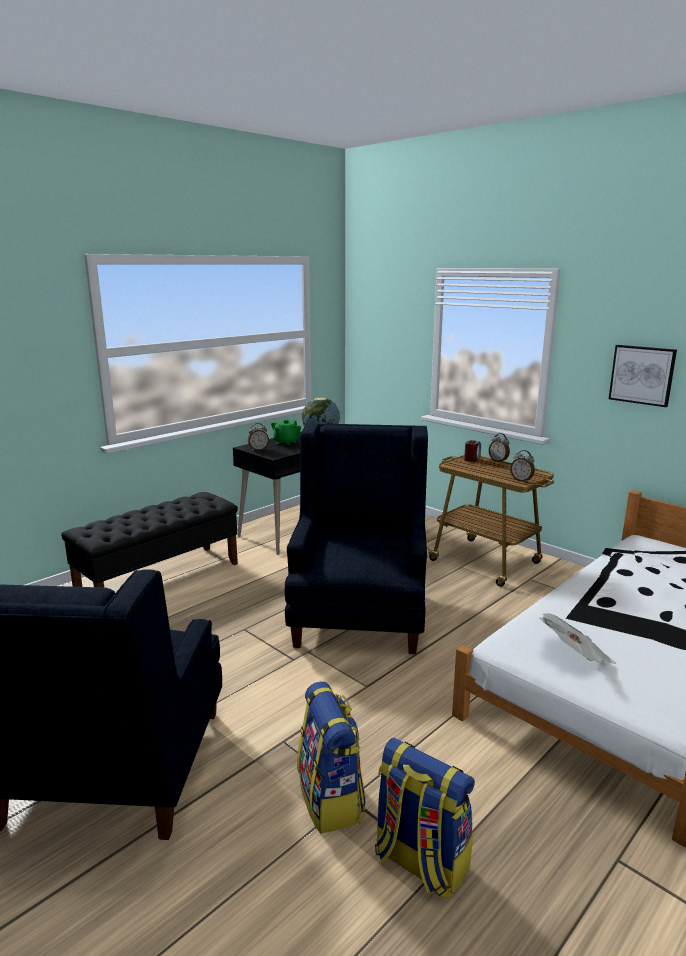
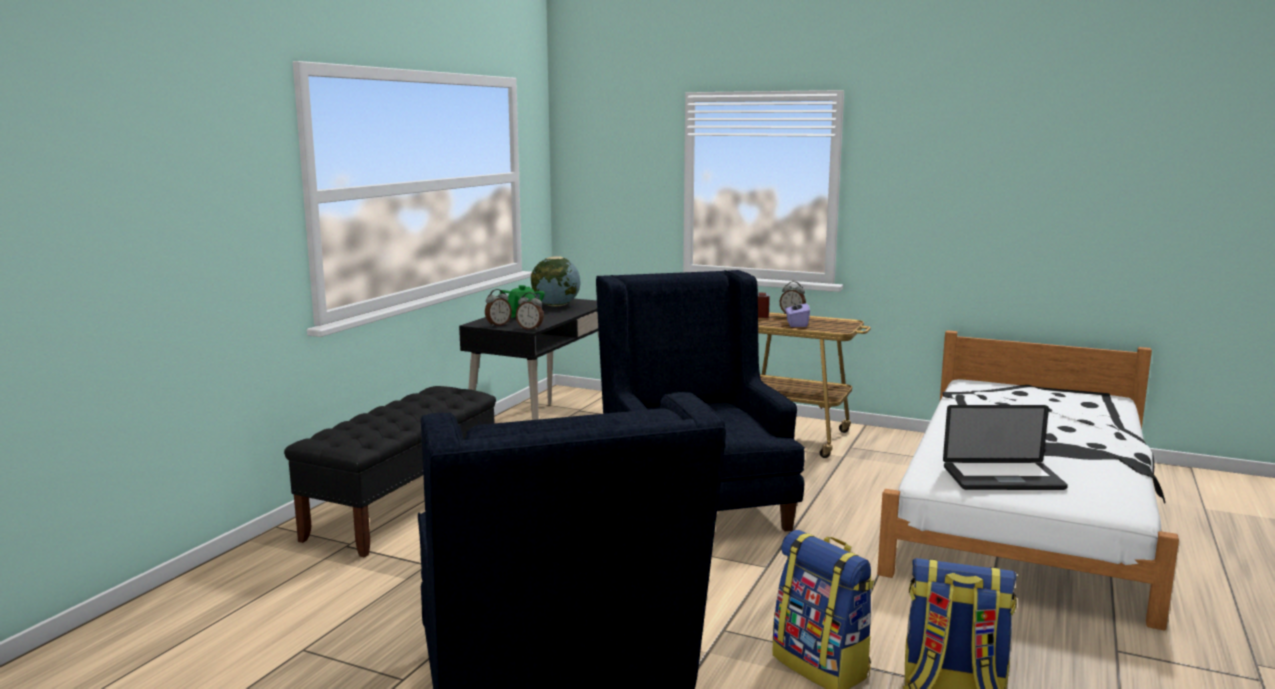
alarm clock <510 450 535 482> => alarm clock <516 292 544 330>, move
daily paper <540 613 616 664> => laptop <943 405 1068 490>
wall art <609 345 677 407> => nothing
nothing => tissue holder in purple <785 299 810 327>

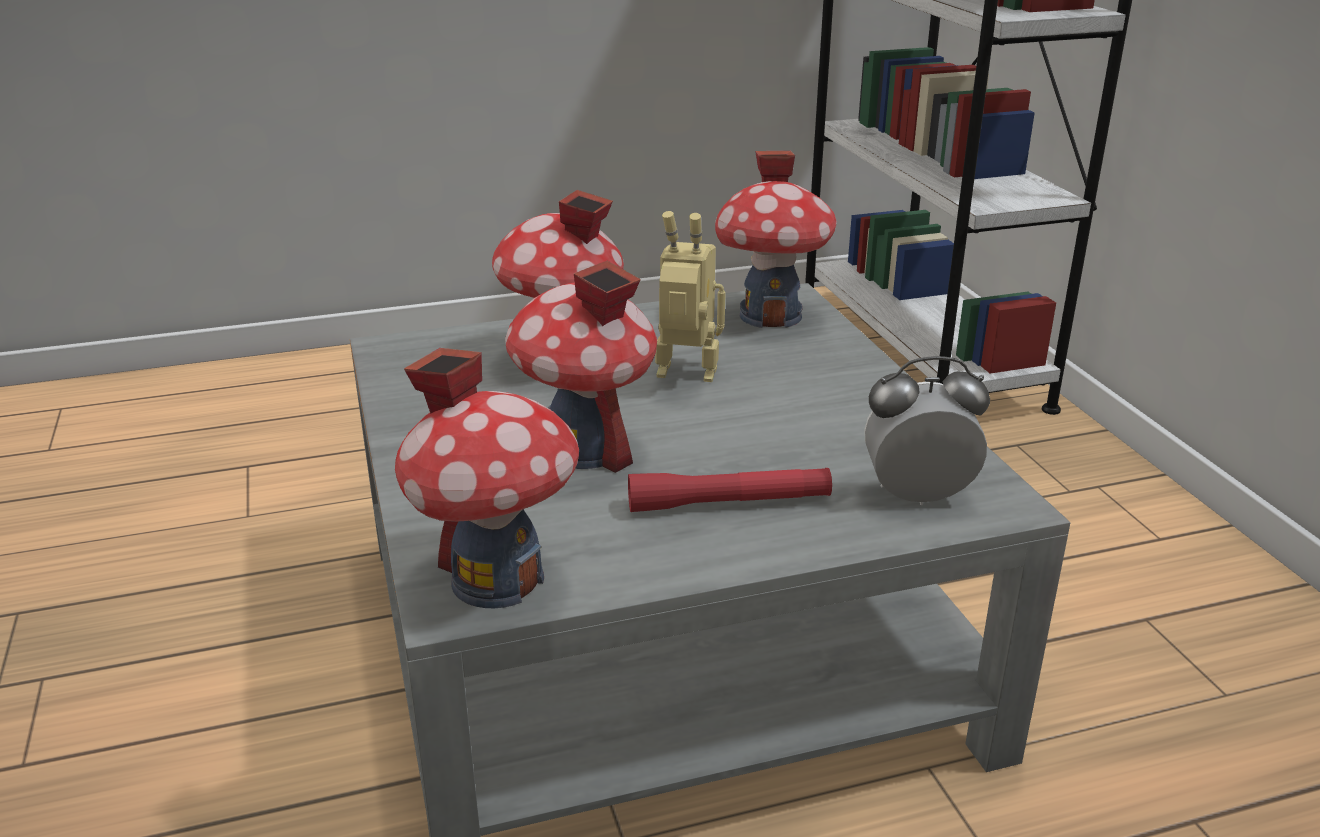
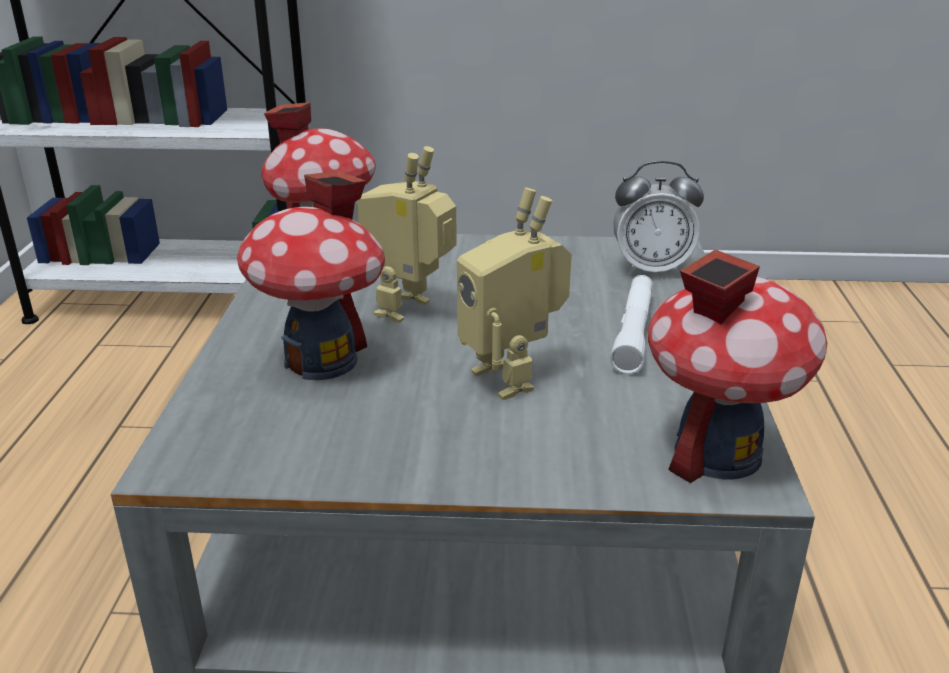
toy house <505 261 657 473> => toy robot <457 188 572 400>
flashlight in red-coloured <628 468 832 512> => flashlight in white-coloured <610 275 653 374>
alarm clock <864 356 990 505> => alarm clock <613 161 704 276>, 105 degrees counterclockwise

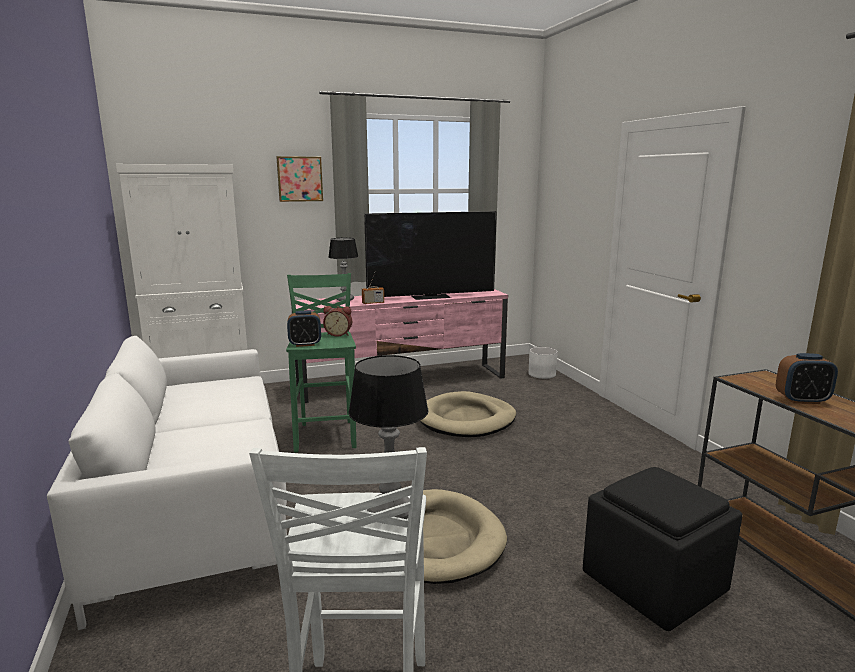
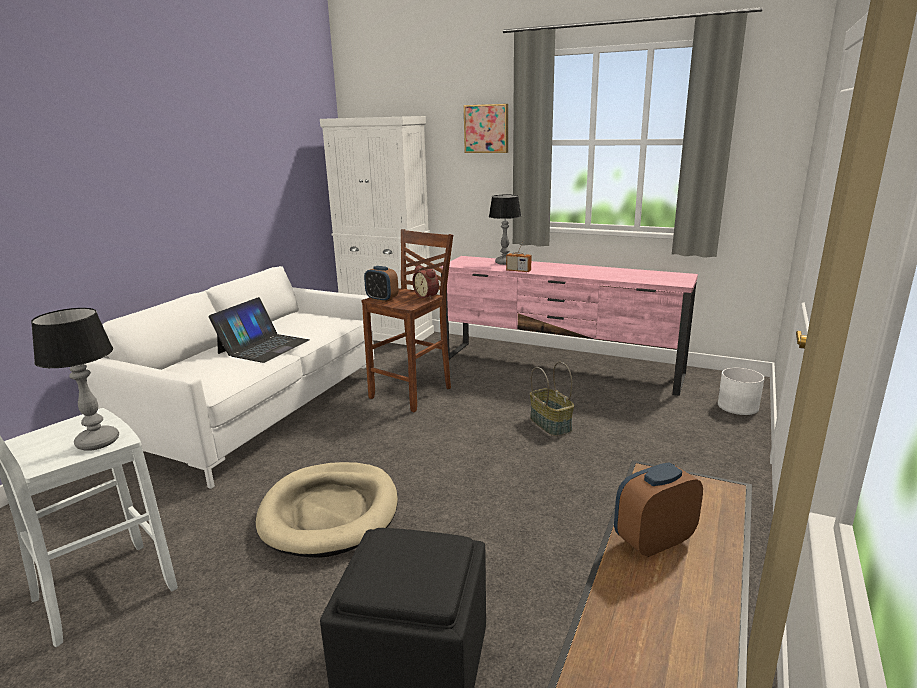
stool seat in greenish <286 273 356 453> => stool seat in brownish <362 229 453 412>
television <364 211 497 300> => nothing
dog bed in beige <420 391 516 437> => storage basket <530 362 574 436>
alarm clock <776 353 838 404> => alarm clock <614 463 703 558>, 105 degrees clockwise
nothing => laptop <208 297 310 363>

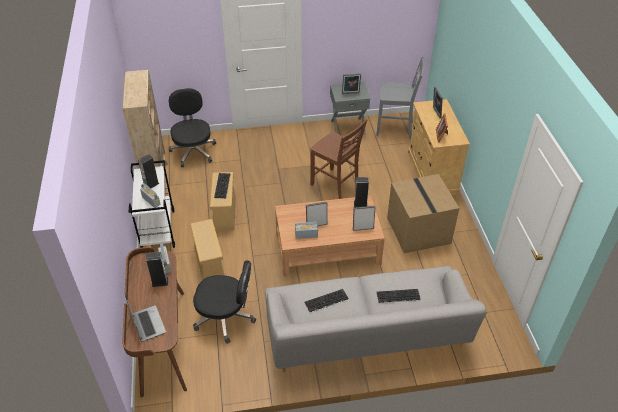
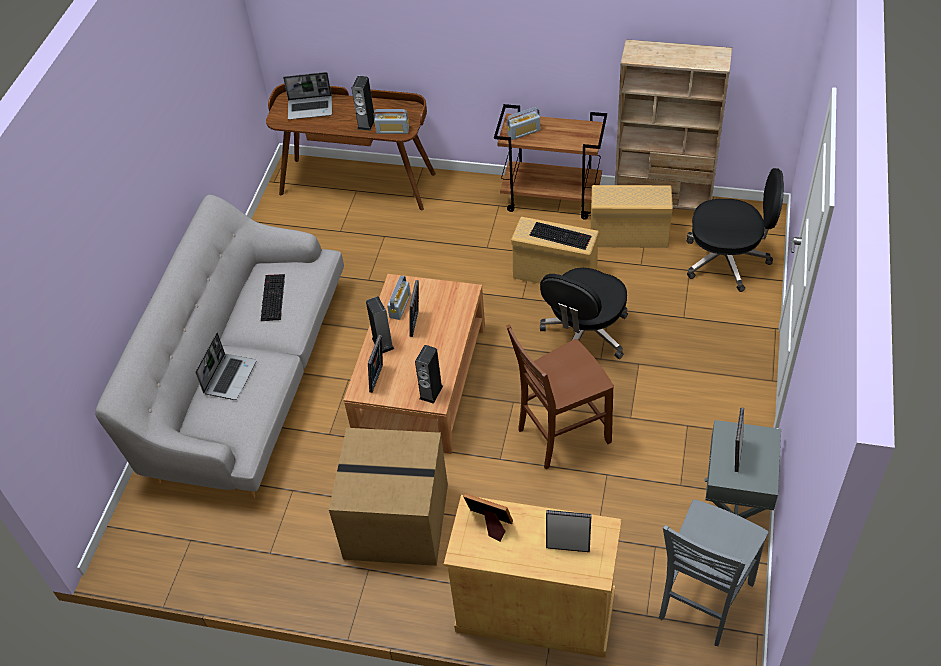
wheeled cart in white-coloured <129 160 175 248> => wheeled cart in brownish <494 104 607 220>
loudspeaker <138 154 160 188> => loudspeaker <366 296 394 353>, move
storage bin in beige <190 219 225 280> => storage bin in beige <591 185 673 248>, move
computer chair in blackish <193 260 256 344> => computer chair in blackish <540 268 628 359>, move
PC keyboard <377 289 421 303> => laptop <195 333 256 400>

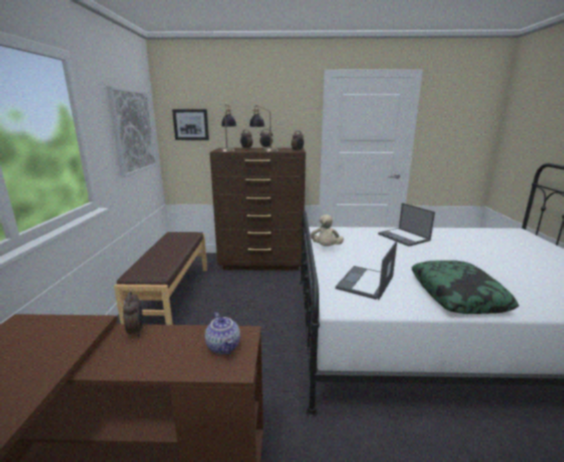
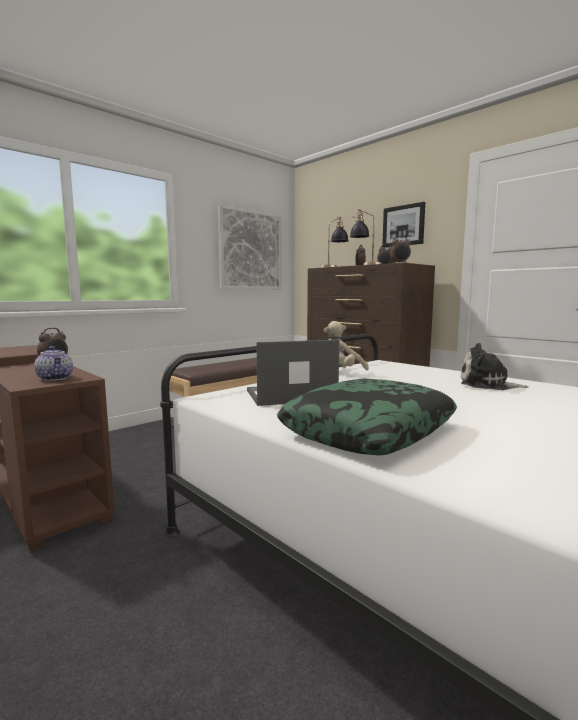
wall art <172 109 209 140> => wall art <382 202 425 248>, move
teapot <205 312 240 354> => teapot <34 346 73 381>, 60 degrees counterclockwise
laptop <378 203 435 246> => plush toy <461 343 529 390>

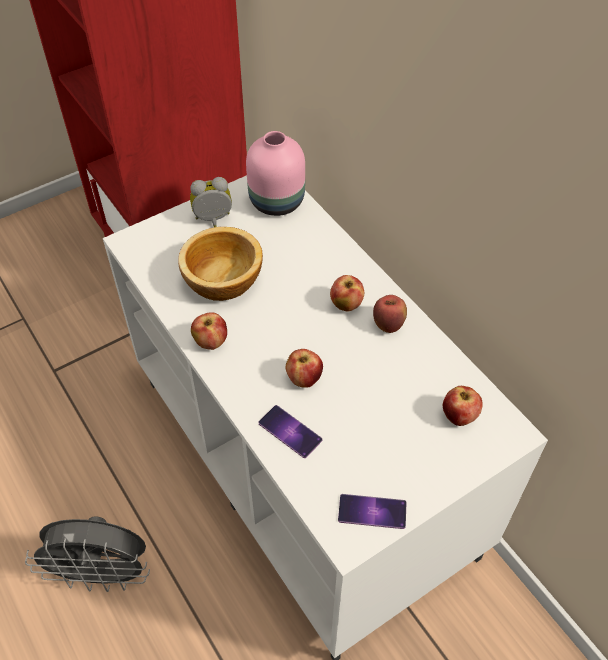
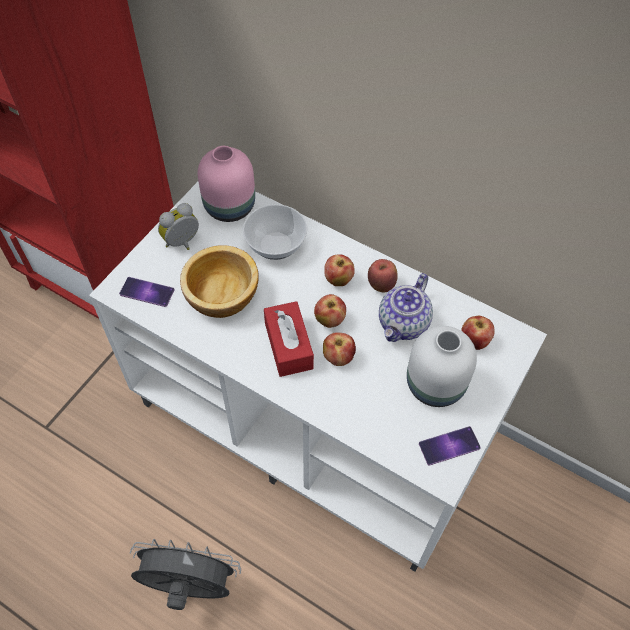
cooling fan in greyish <25 516 150 592> => cooling fan in greyish <130 539 241 610>, 150 degrees counterclockwise
whole apple <191 312 227 350> => whole apple <314 294 346 328>, move
telephone <259 405 323 458> => telephone <119 277 175 307>, move
nothing => deep dish <243 204 307 260>
nothing => tissue holder in red-coloured <264 301 314 377>
nothing => teapot <379 273 433 342>
nothing => flower vase in white-coloured <407 326 477 407>

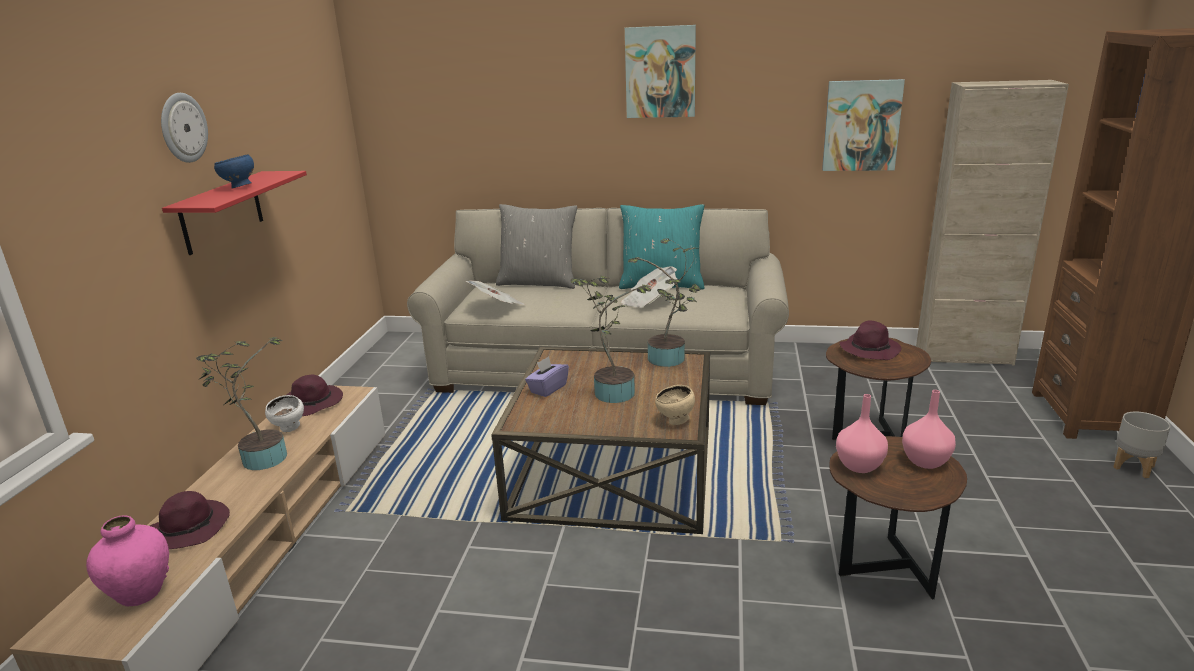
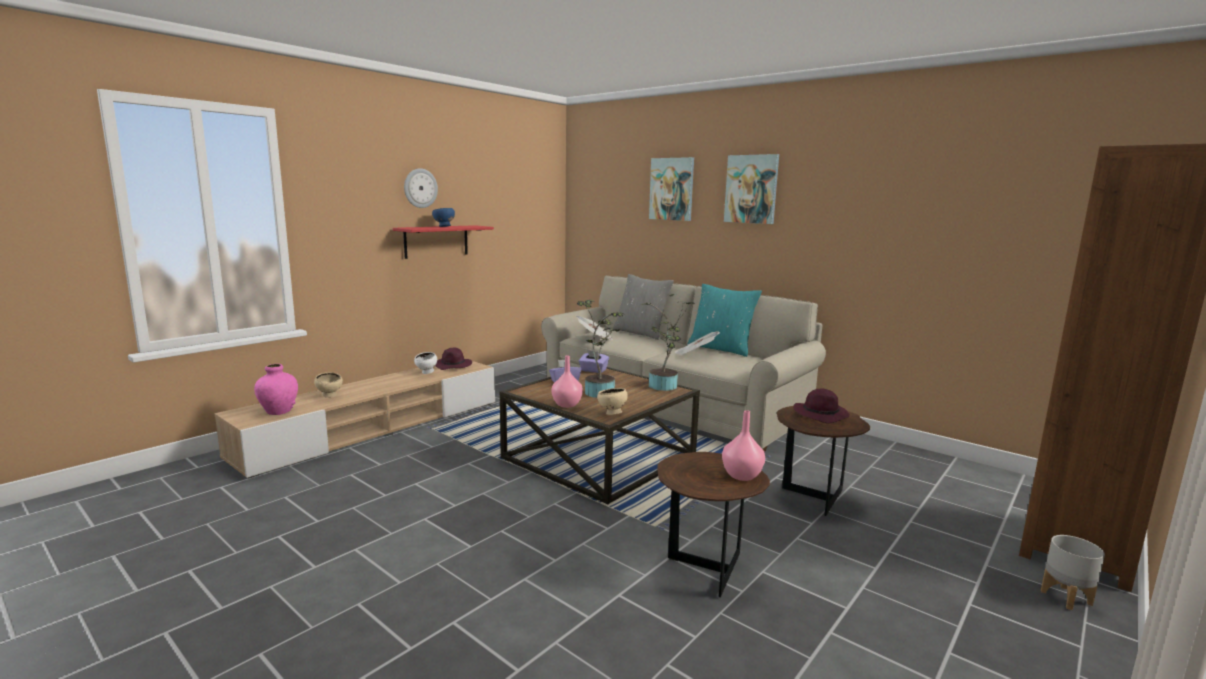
hat in purple <150 491 230 549> => deep dish in beige <314 372 343 398>
houseplant <196 337 287 470> => nothing
wall art <822 79 905 171> => wall art <649 157 694 221>, move
flower vase in pinkish <836 394 888 473> => flower vase in pinkish <552 356 583 408>, move
storage cabinet in beige <916 80 1069 366> => nothing
nothing => tissue holder in purple <579 350 609 373>

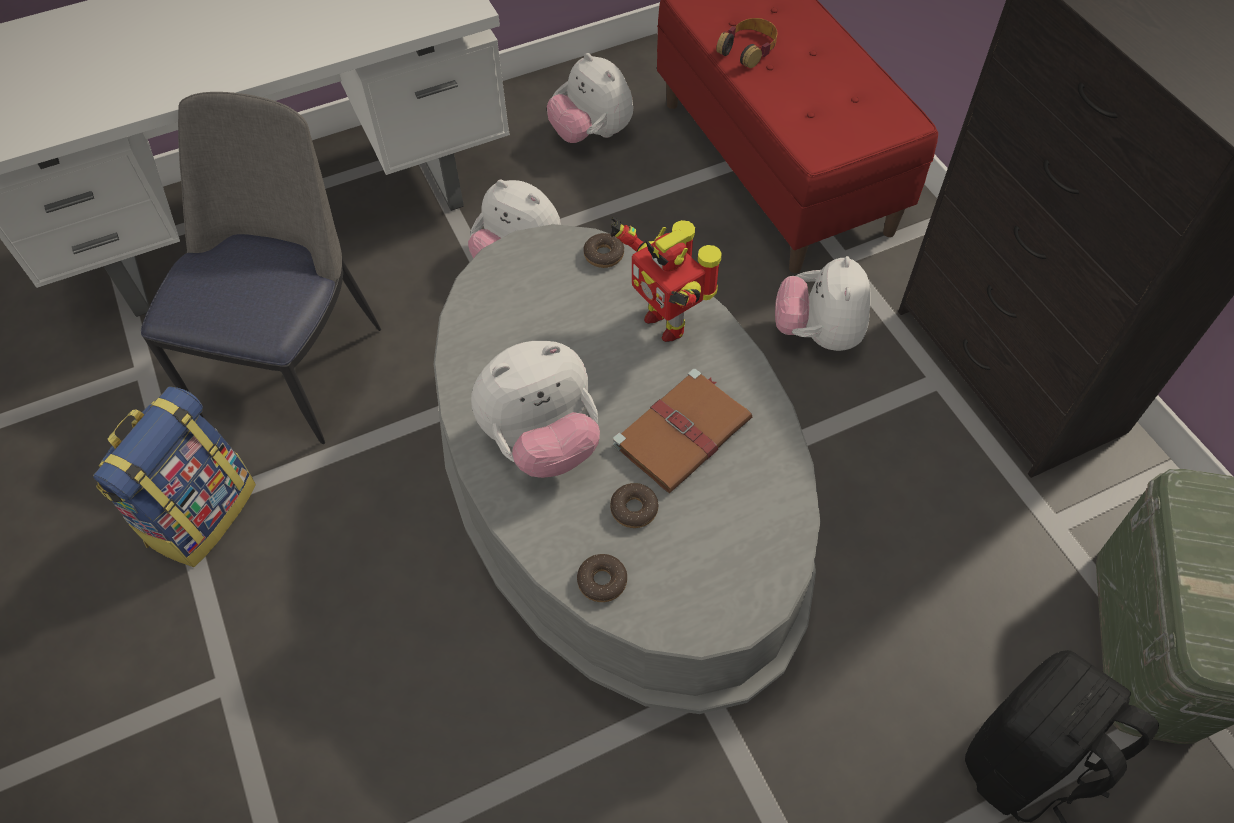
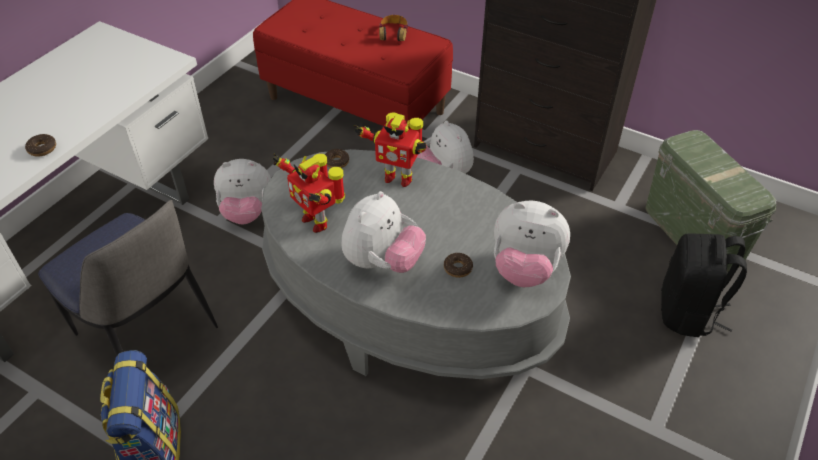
upright chair <141 92 381 444> => upright chair <38 200 218 356>, 150 degrees clockwise
plush toy <547 53 633 143> => plush toy <494 201 570 287>, move
ring doughnut <577 554 627 602> => ring doughnut <25 134 56 156>, move
bound book in brownish <613 369 752 493> => nothing
headset <716 18 778 68> => headset <379 15 408 41>, move
nothing => toy robot <273 153 345 233>

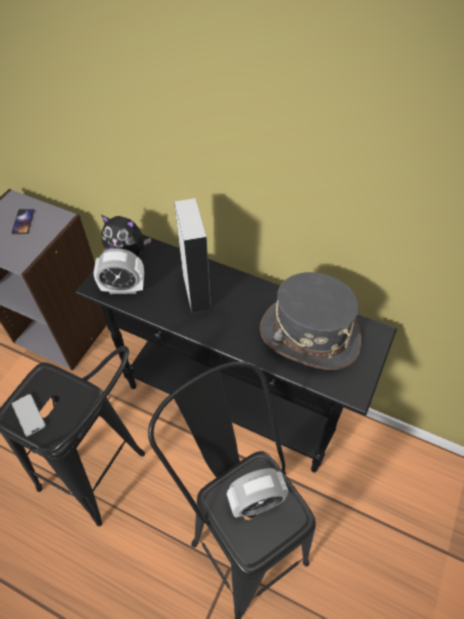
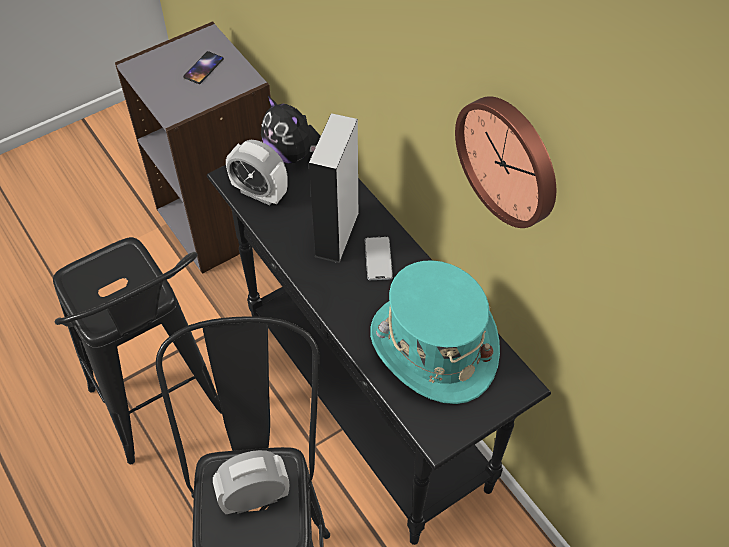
telephone <12 394 46 436> => telephone <365 237 393 280>, move
alarm clock <227 468 289 518> => alarm clock <213 450 289 514>, 150 degrees clockwise
hat in greyish <260 272 362 370> => hat in turquoise <370 260 500 404>
nothing => clock on the wall <455 96 556 228>

